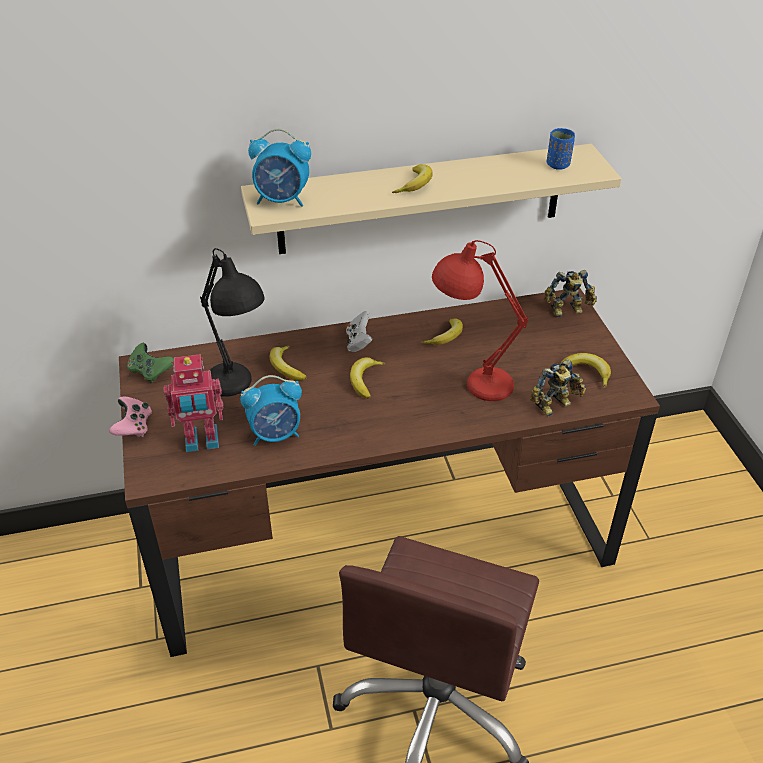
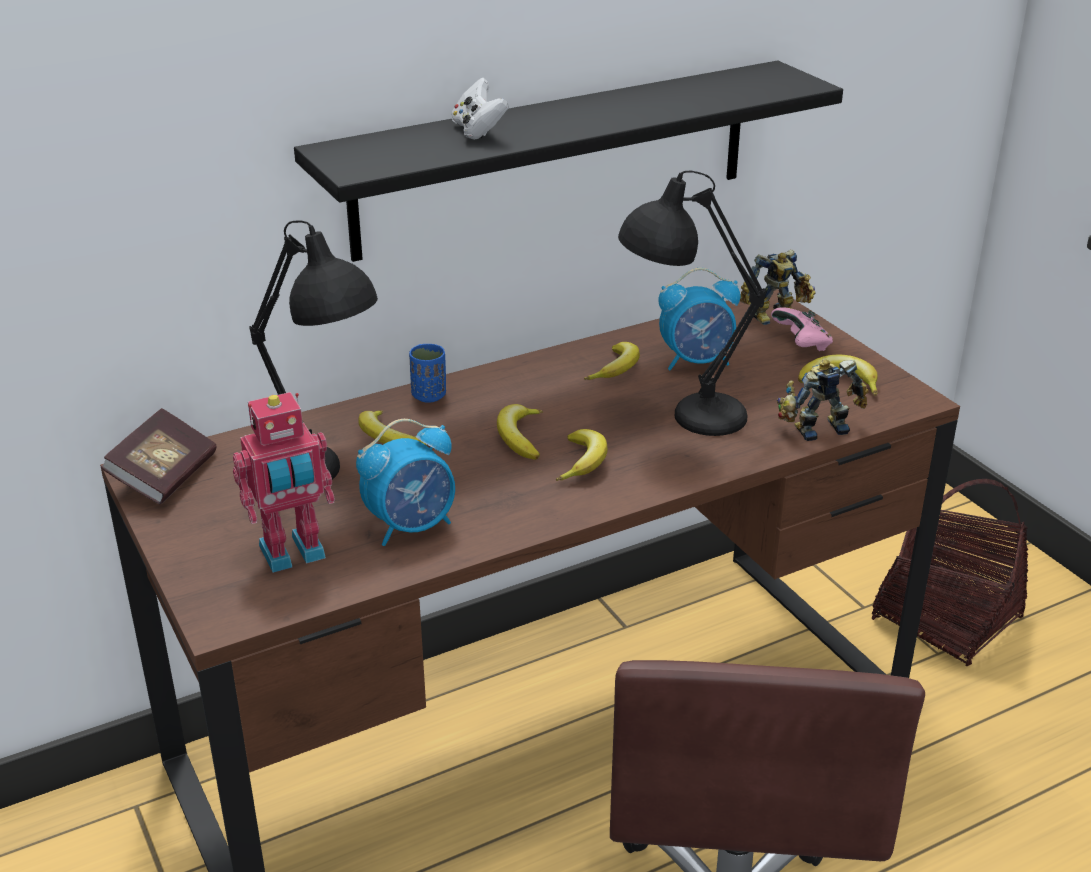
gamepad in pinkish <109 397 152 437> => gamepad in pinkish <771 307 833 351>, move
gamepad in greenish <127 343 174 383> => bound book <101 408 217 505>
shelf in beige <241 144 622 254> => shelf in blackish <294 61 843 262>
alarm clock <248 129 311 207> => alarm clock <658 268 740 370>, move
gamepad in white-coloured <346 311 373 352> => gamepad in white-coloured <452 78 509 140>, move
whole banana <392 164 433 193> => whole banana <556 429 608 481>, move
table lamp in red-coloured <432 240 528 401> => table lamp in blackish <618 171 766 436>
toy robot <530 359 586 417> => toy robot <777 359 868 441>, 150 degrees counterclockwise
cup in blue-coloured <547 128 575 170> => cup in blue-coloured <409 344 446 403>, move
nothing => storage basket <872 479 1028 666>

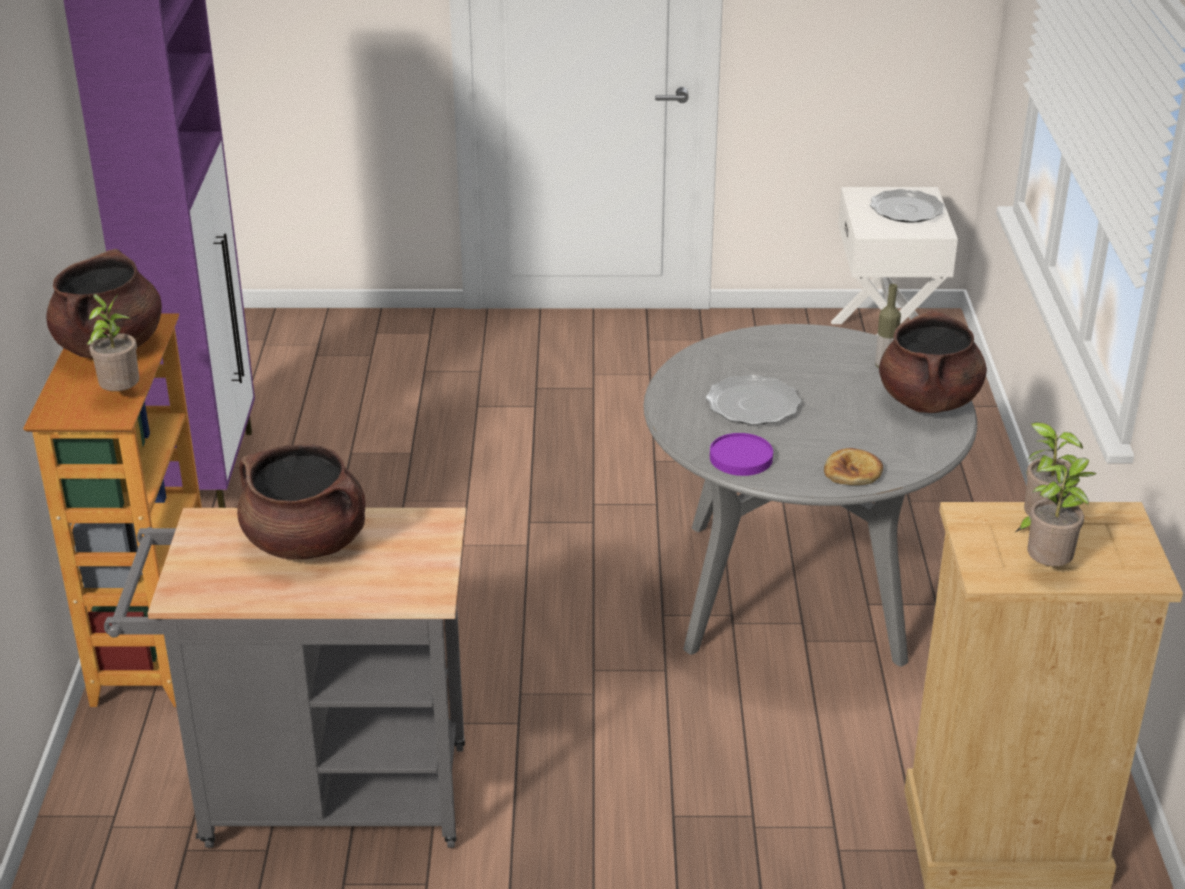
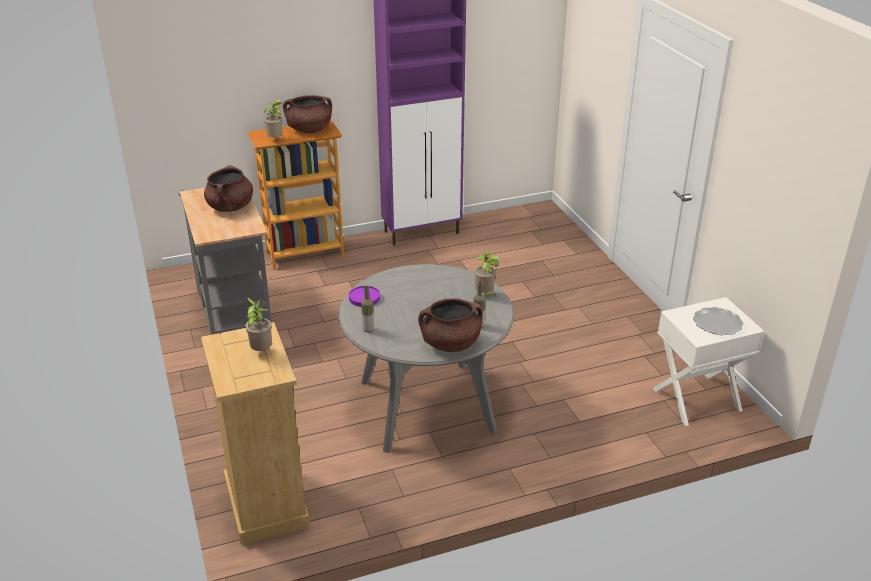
plate <706 375 801 425> => nothing
baked bread <824 448 883 485> => beverage bottle <361 286 374 333>
houseplant <1027 458 1097 566> => houseplant <475 250 500 298>, move

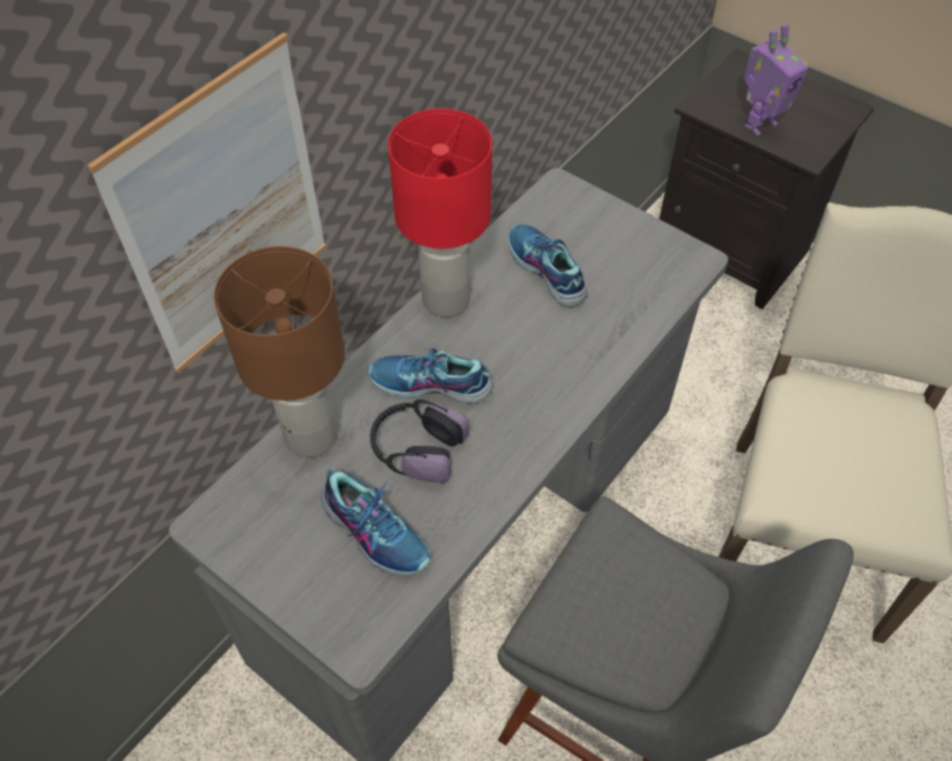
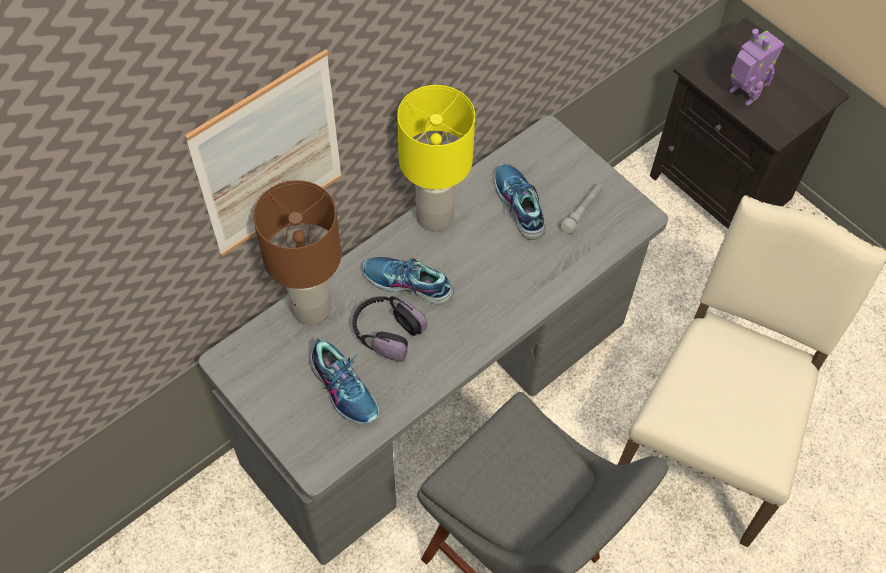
table lamp in red-coloured <388 108 492 317> => table lamp in yellowish <397 85 475 232>
toy robot <744 24 809 136> => toy robot <729 29 784 106>, 105 degrees counterclockwise
nothing => flashlight in greyish <559 183 603 235>

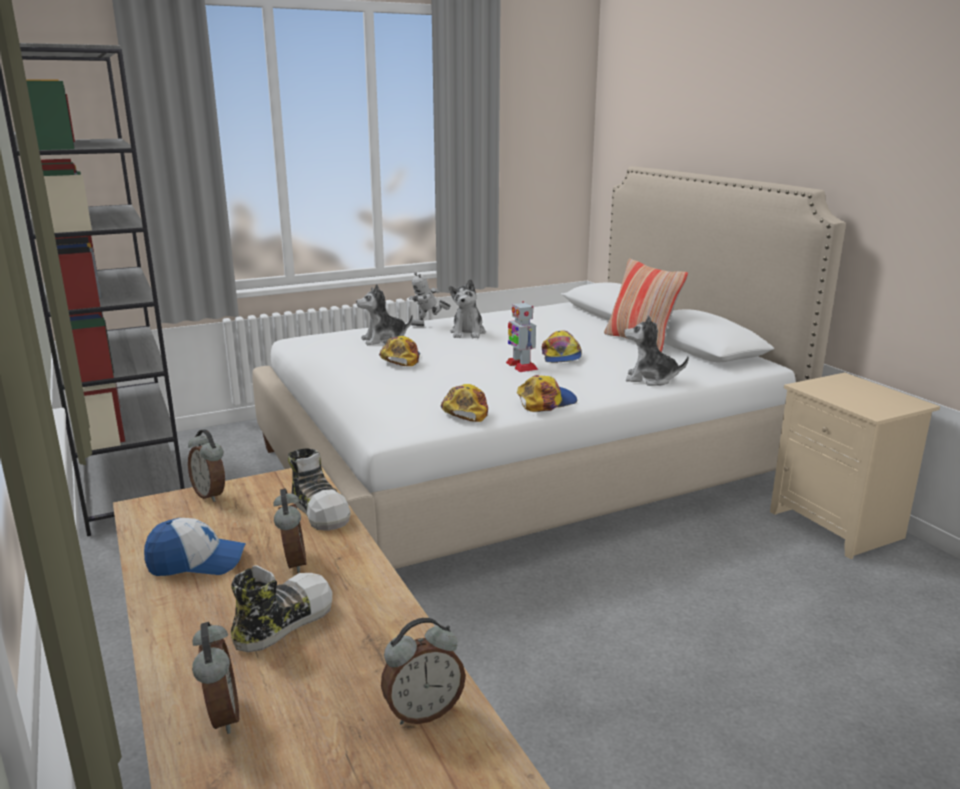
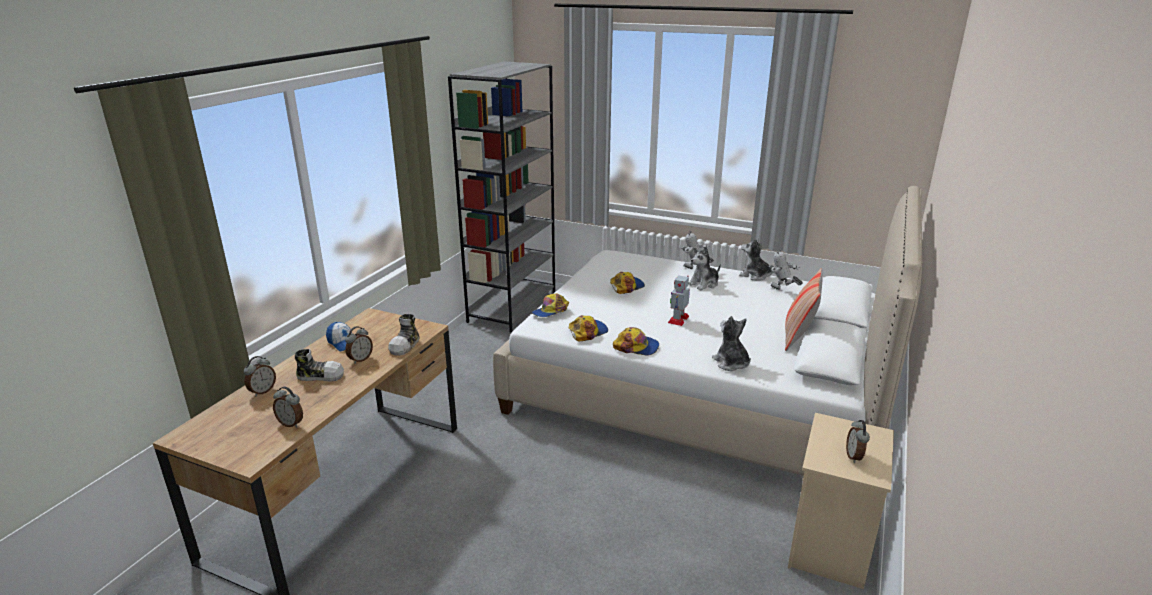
alarm clock <188 429 225 502> => alarm clock <846 420 870 463>, move
plush toy <356 284 413 345> => plush toy <739 238 773 281>, move
baseball cap <542 330 582 363> => baseball cap <532 293 569 317>, move
nothing => toy robot <769 249 803 290>

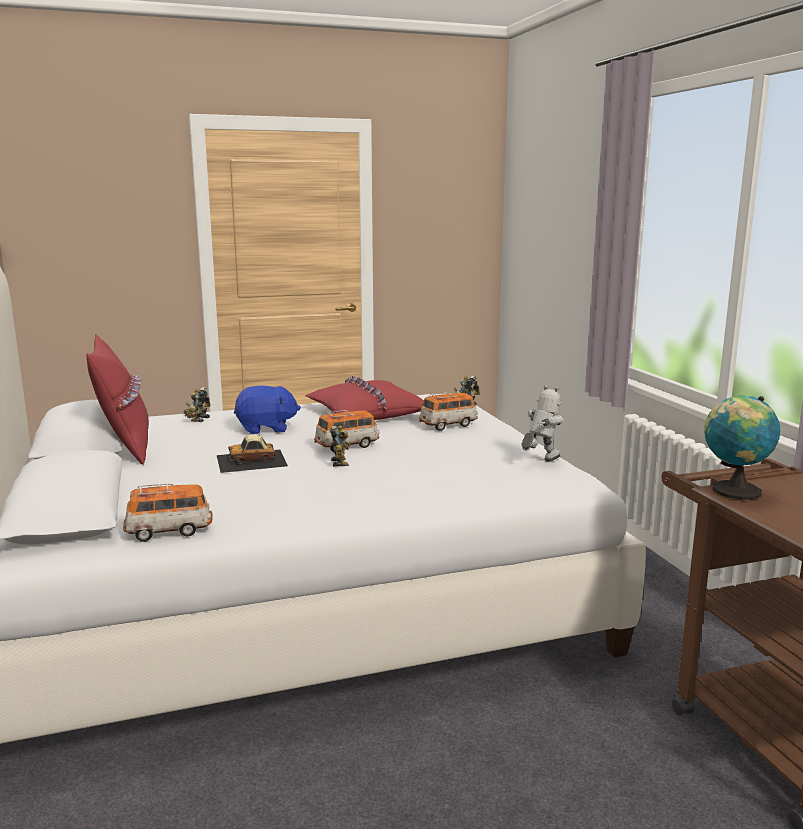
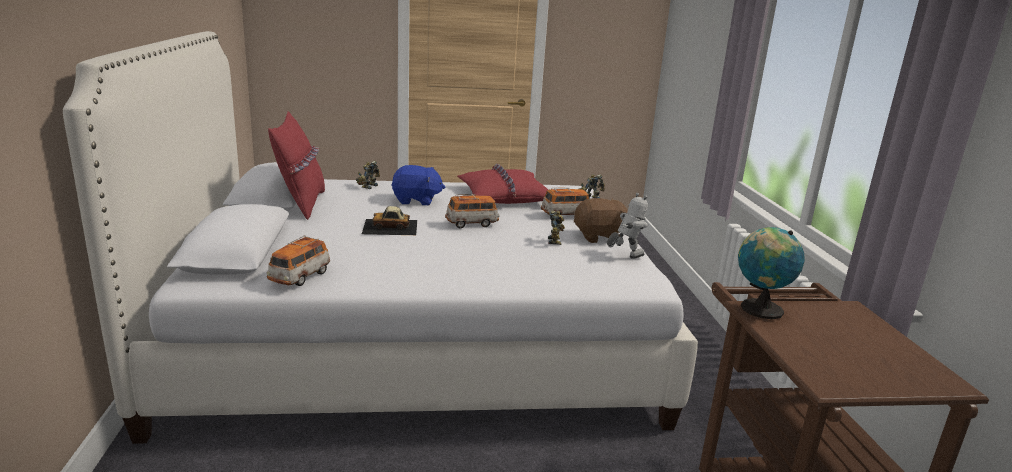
model car <123 483 213 542> => model car <267 235 331 286>, 120 degrees clockwise
toy robot <330 426 350 467> => toy robot <548 210 565 245>, move
nothing => plush toy in brownish <574 198 628 243>

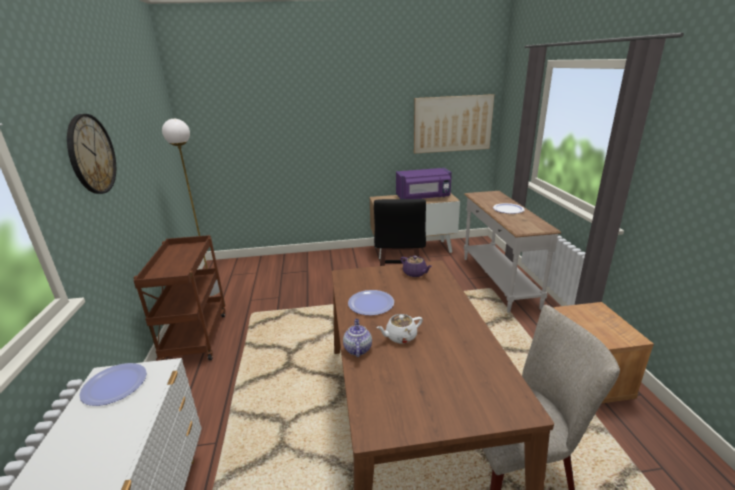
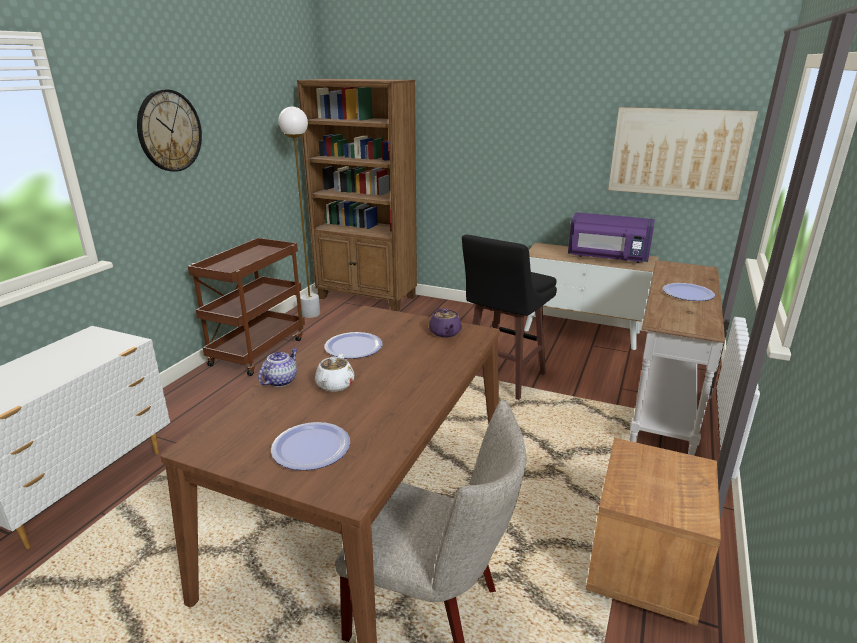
plate <79 363 147 406> => plate <271 422 350 470>, move
teapot in white-coloured <376 314 423 344> => teapot in white-coloured <315 354 354 392>, 90 degrees counterclockwise
nothing => shelving unit in brownish <297 79 417 311>

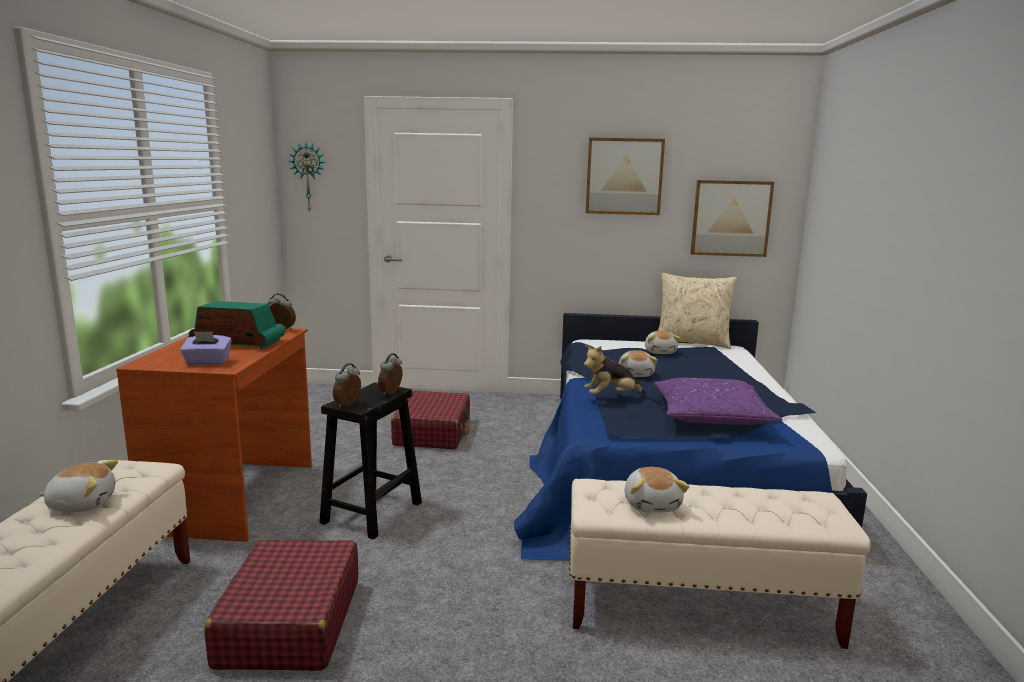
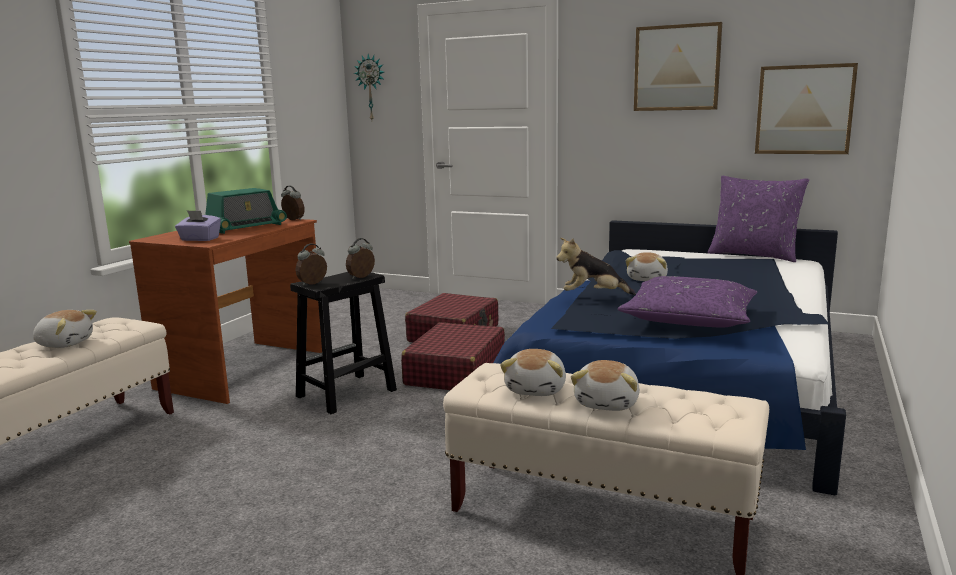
radio receiver <189 301 286 349> => radio receiver <205 188 287 234>, 105 degrees clockwise
travel case in red-coloured <205 540 358 671> => travel case in red-coloured <401 322 505 390>, move
plush toy <645 331 681 354> => plush toy <571 360 640 411>, move
pillow in beige <658 273 737 349> => pillow in purple <708 176 809 262>

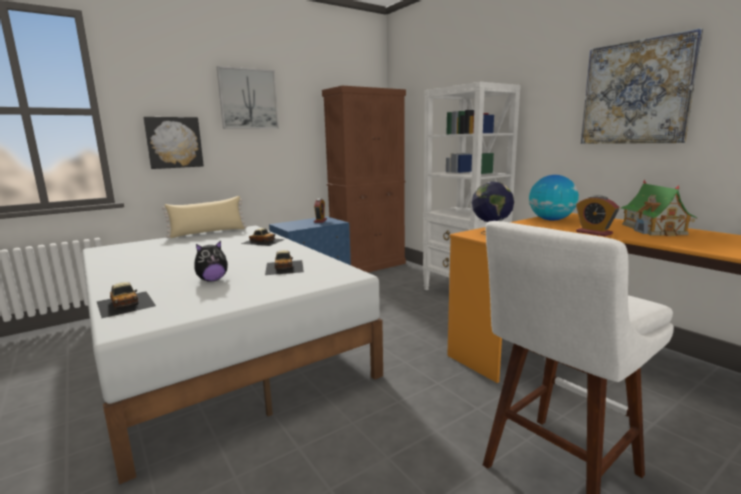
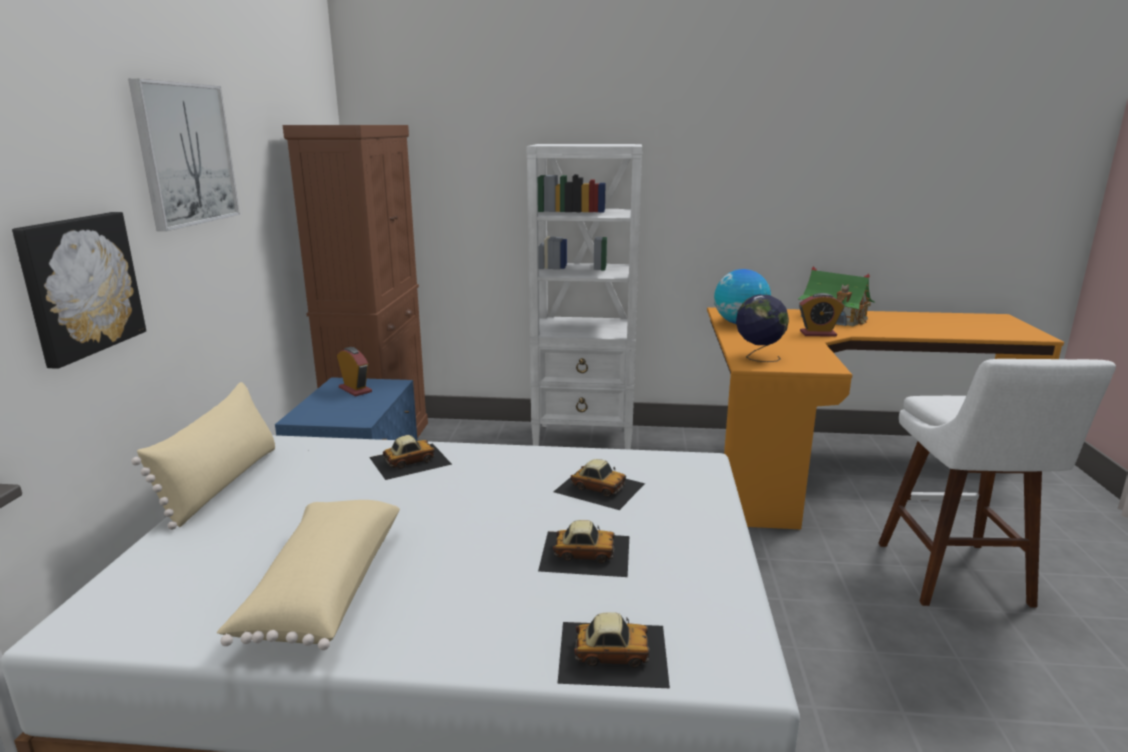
plush toy <194 240 228 282> => model car <538 520 629 577>
wall art <581 28 703 144> => nothing
nothing => pillow in beige <217 500 400 650>

